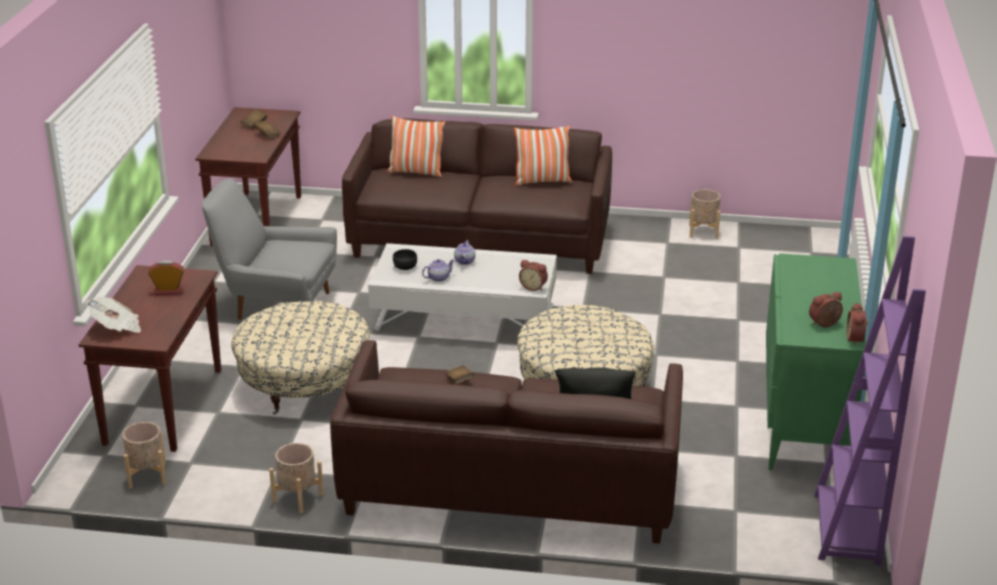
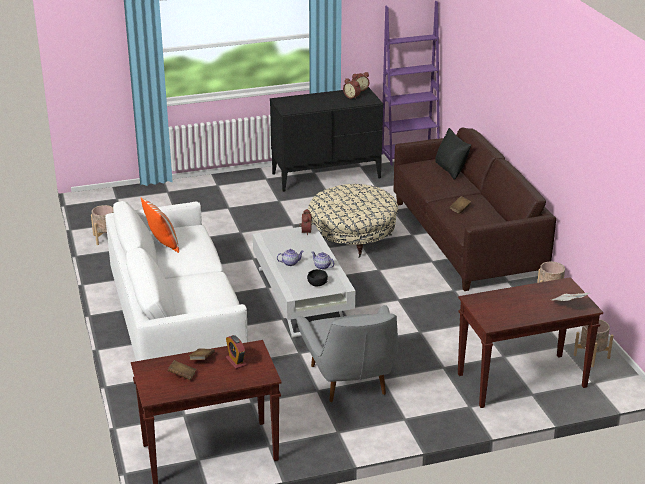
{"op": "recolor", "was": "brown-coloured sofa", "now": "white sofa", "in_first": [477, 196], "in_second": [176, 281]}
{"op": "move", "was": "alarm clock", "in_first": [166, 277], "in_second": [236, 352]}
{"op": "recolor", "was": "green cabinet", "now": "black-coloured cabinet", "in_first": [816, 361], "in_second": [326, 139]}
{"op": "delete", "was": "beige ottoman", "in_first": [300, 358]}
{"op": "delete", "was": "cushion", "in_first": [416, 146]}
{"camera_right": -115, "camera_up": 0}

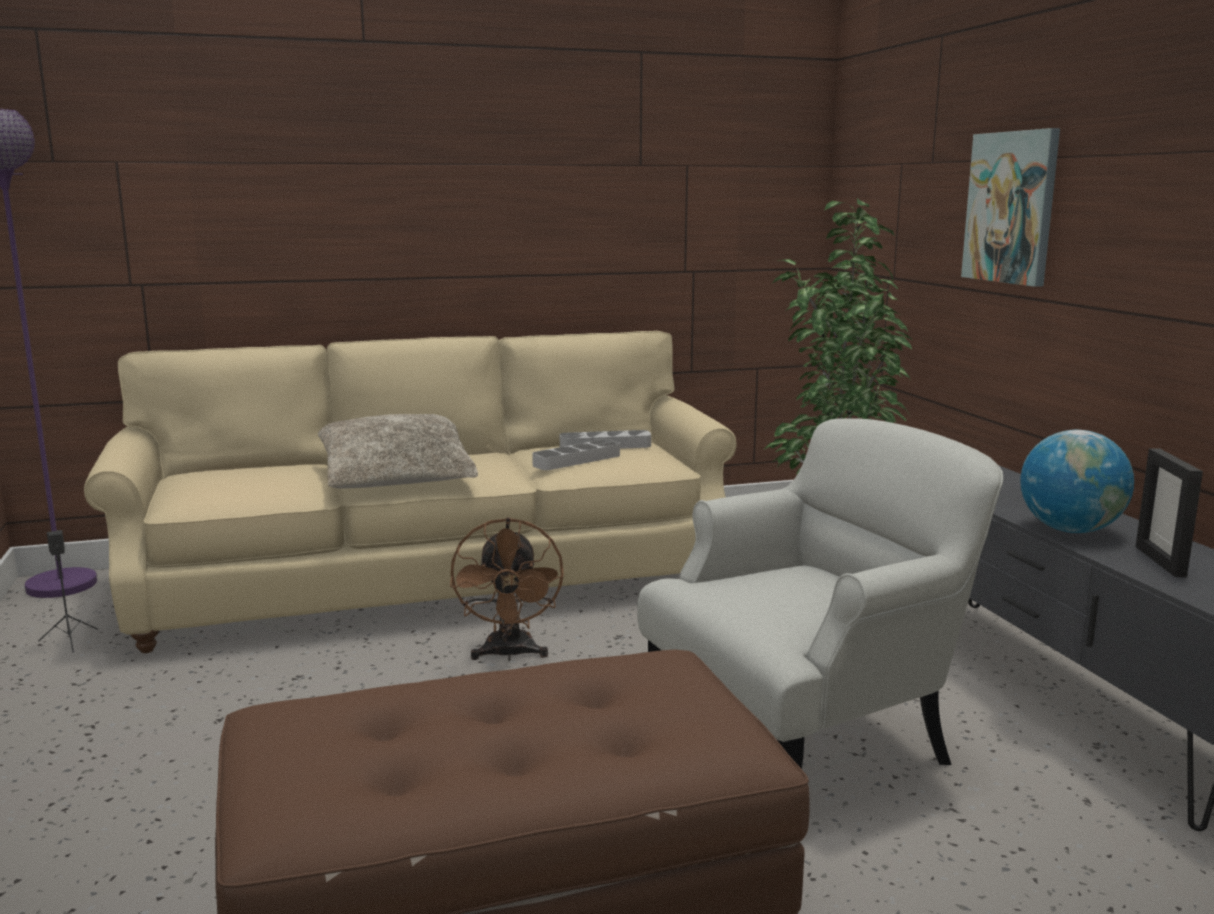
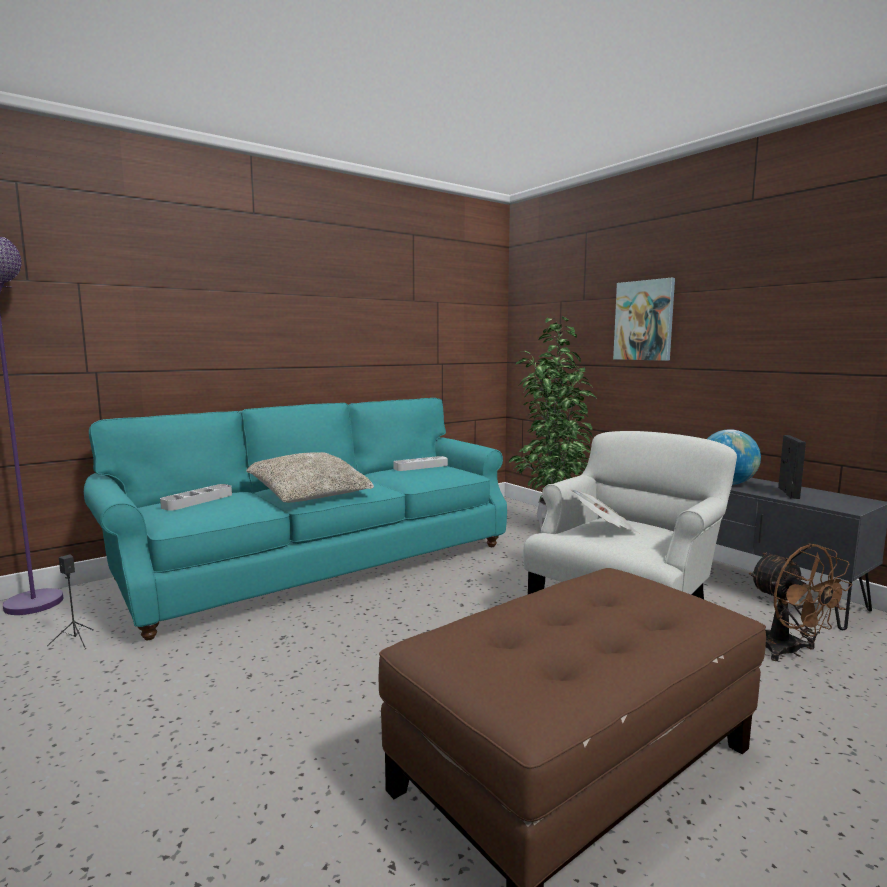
{"op": "recolor", "was": "beige sofa", "now": "turquoise sofa", "in_first": [410, 492], "in_second": [295, 519]}
{"op": "move", "was": "grey tray", "in_first": [576, 454], "in_second": [196, 497]}
{"op": "insert", "now": "newspaper", "in_second": [604, 511]}
{"op": "move", "was": "brown-coloured fan", "in_first": [507, 589], "in_second": [801, 602]}
{"op": "rotate", "was": "picture frame", "in_first": [1169, 512], "in_second": [792, 467], "clockwise": -150}
{"camera_right": -20, "camera_up": -5}

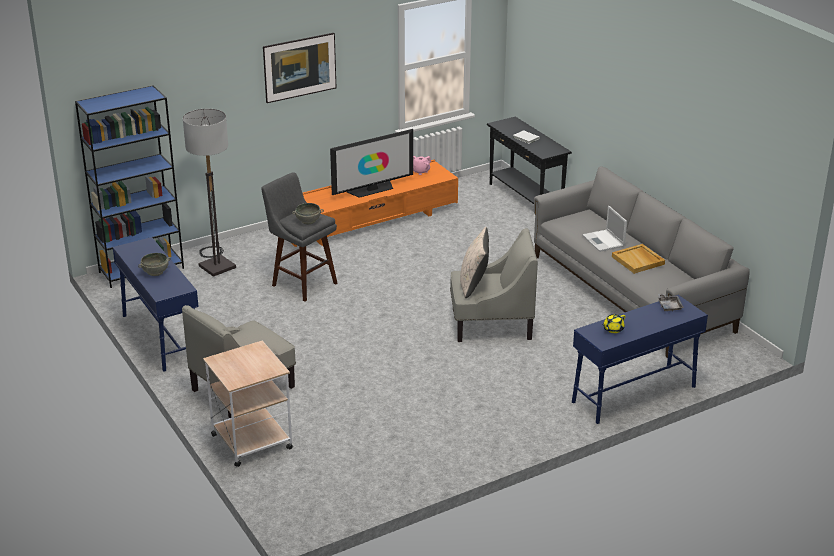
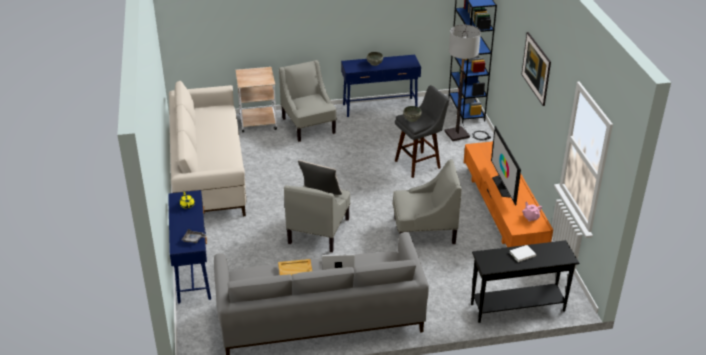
{"op": "insert", "now": "beige sofa", "in_second": [207, 148]}
{"op": "insert", "now": "grey easy chair", "in_second": [427, 201]}
{"camera_right": 110, "camera_up": 5}

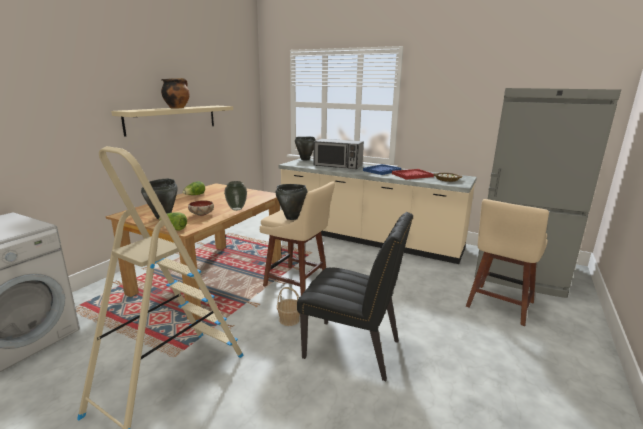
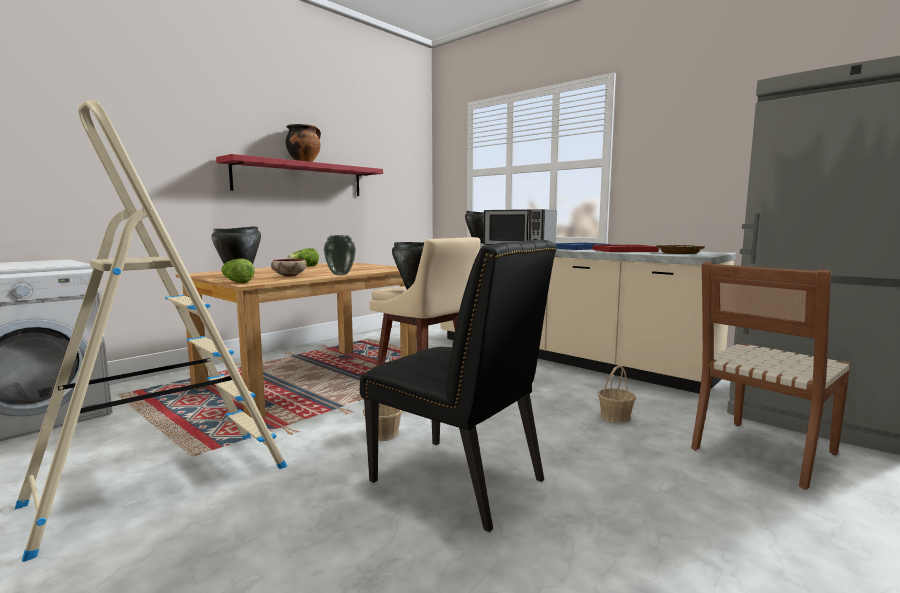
{"op": "recolor", "was": "beige bracket shelf", "now": "reddish bracket shelf", "in_first": [172, 121], "in_second": [299, 175]}
{"op": "insert", "now": "basket", "in_second": [617, 394]}
{"op": "replace", "was": "beige sitting stool", "now": "plain chair", "in_first": [507, 262], "in_second": [771, 376]}
{"camera_right": 15, "camera_up": -10}

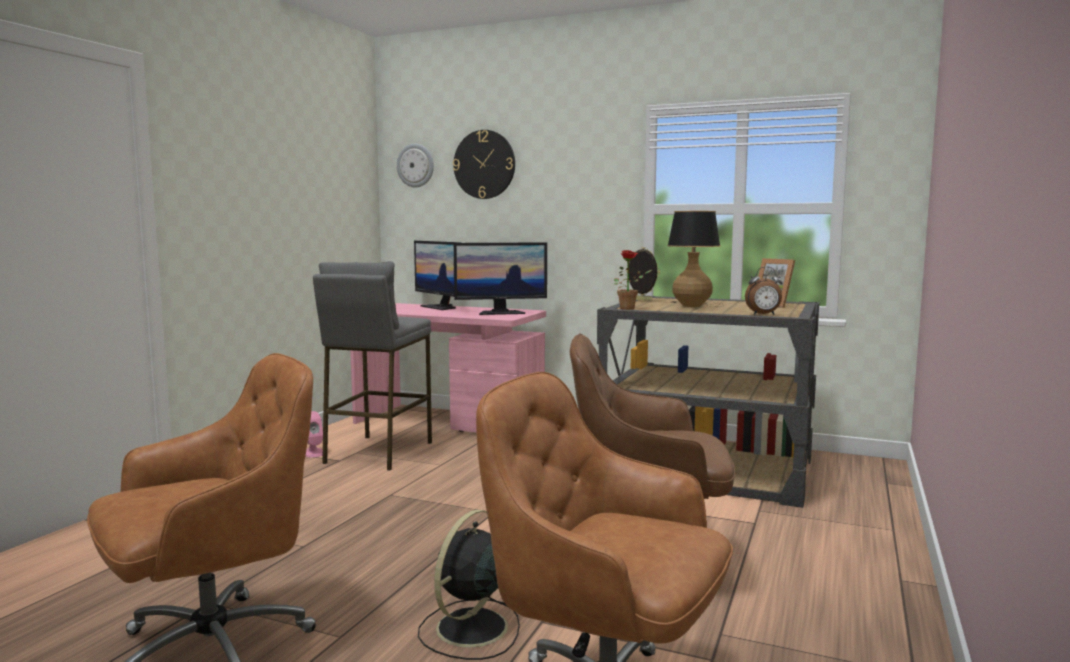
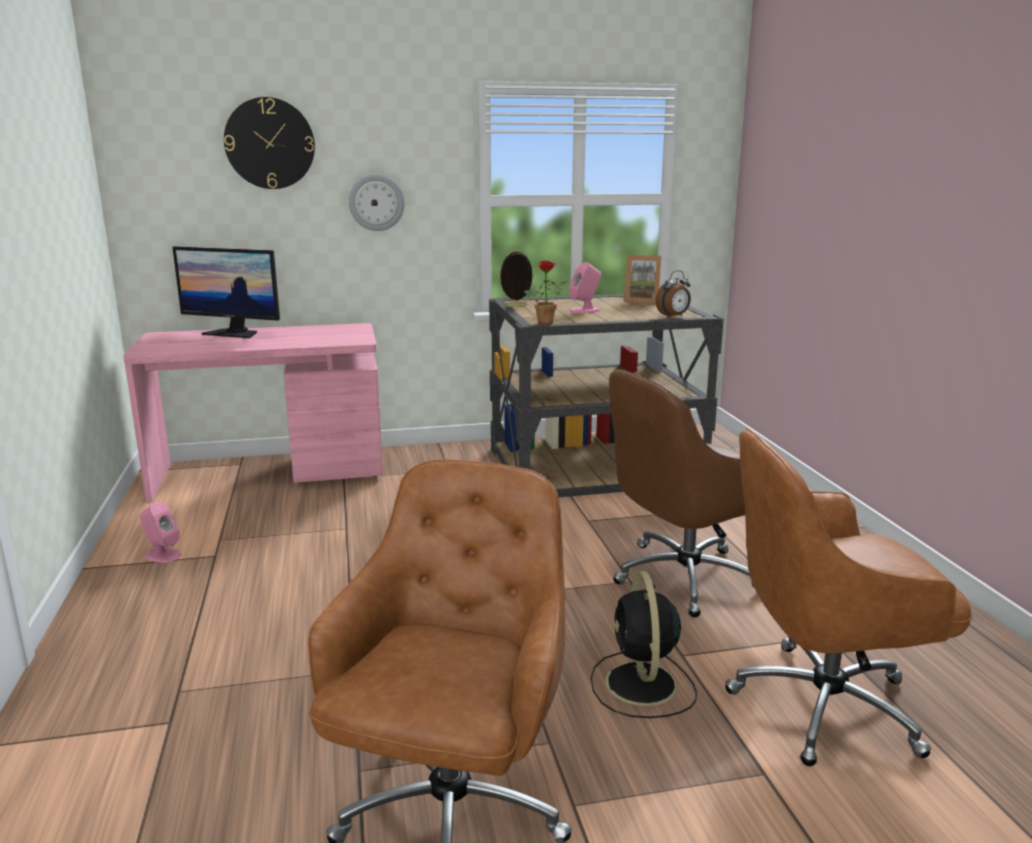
{"op": "move", "was": "hanging clock", "in_first": [415, 166], "in_second": [376, 202]}
{"op": "replace", "was": "tabletop lamp", "now": "pinkish speaker", "in_first": [694, 259], "in_second": [585, 287]}
{"op": "delete", "was": "grey sitting stool", "in_first": [372, 365]}
{"op": "delete", "was": "computer screen", "in_first": [500, 278]}
{"camera_right": -35, "camera_up": 10}

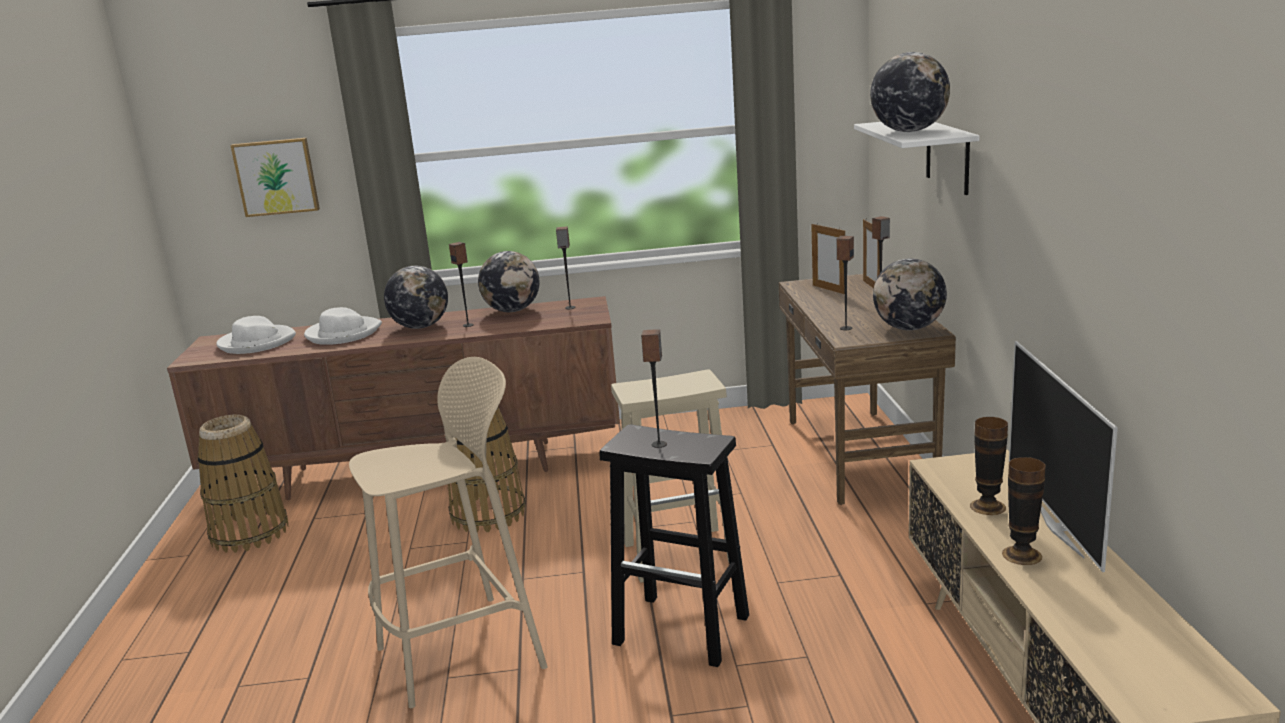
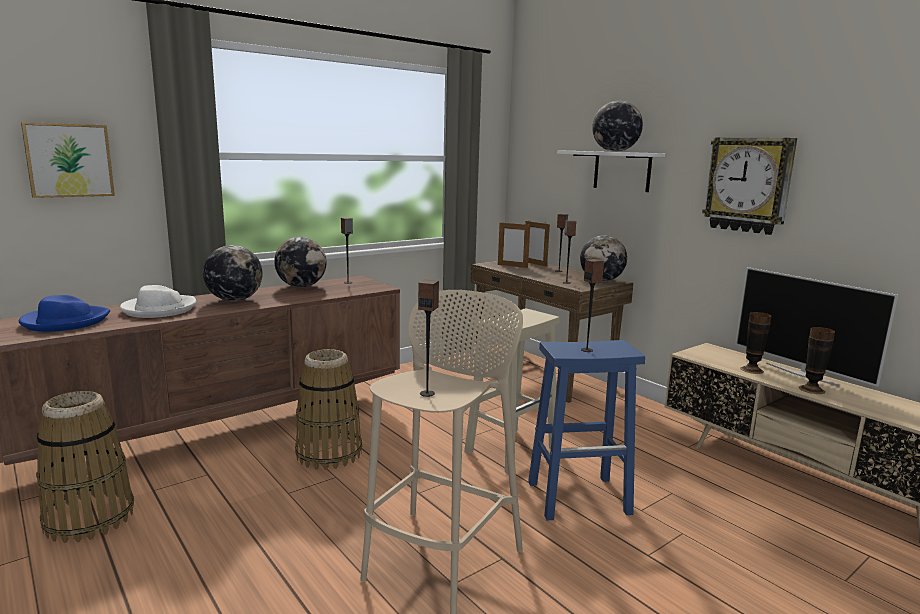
{"op": "recolor", "was": "white wearable hat", "now": "blue wearable hat", "in_first": [256, 335], "in_second": [64, 313]}
{"op": "move", "was": "speaker", "in_first": [461, 284], "in_second": [428, 338]}
{"op": "recolor", "was": "black-coloured sitting stool", "now": "blue sitting stool", "in_first": [674, 545], "in_second": [586, 430]}
{"op": "insert", "now": "hanging clock", "in_second": [749, 186]}
{"camera_right": -35, "camera_up": -5}

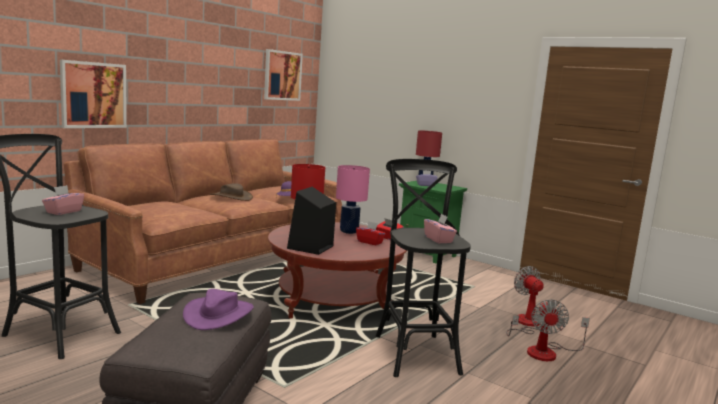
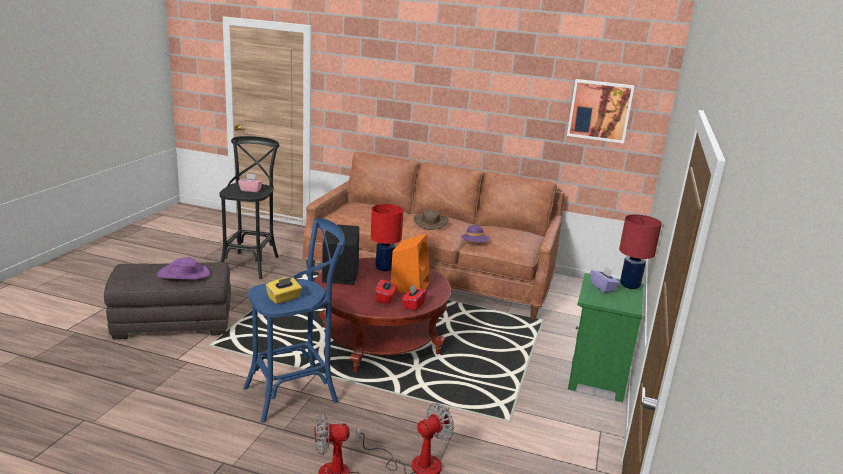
{"op": "recolor", "was": "black-coloured sitting stool", "now": "blue sitting stool", "in_first": [423, 268], "in_second": [294, 320]}
{"op": "recolor", "was": "pinkish tissue holder", "now": "yellow-coloured tissue holder", "in_first": [440, 228], "in_second": [284, 290]}
{"op": "replace", "was": "pinkish tabletop lamp", "now": "orangey speaker", "in_first": [353, 199], "in_second": [410, 263]}
{"op": "delete", "was": "wall art", "in_first": [93, 94]}
{"camera_right": 70, "camera_up": 10}

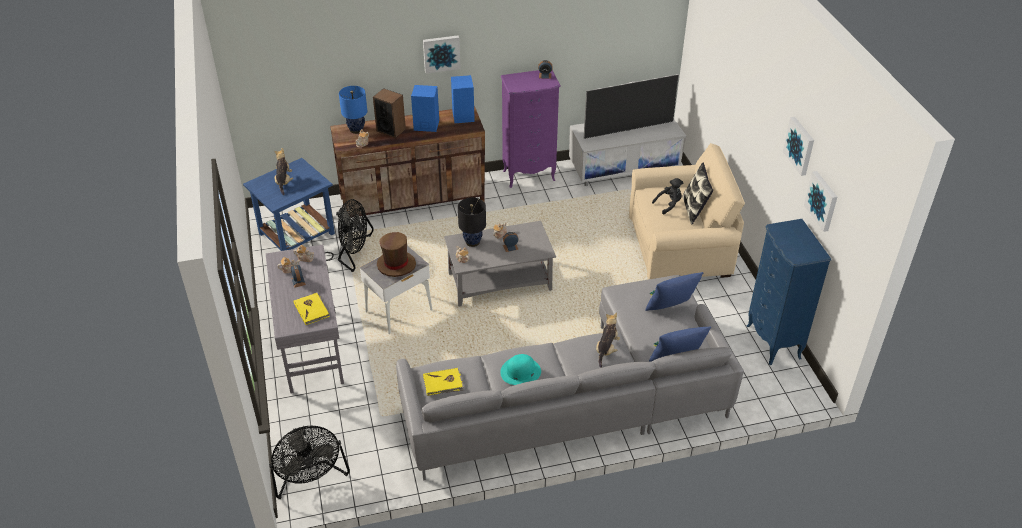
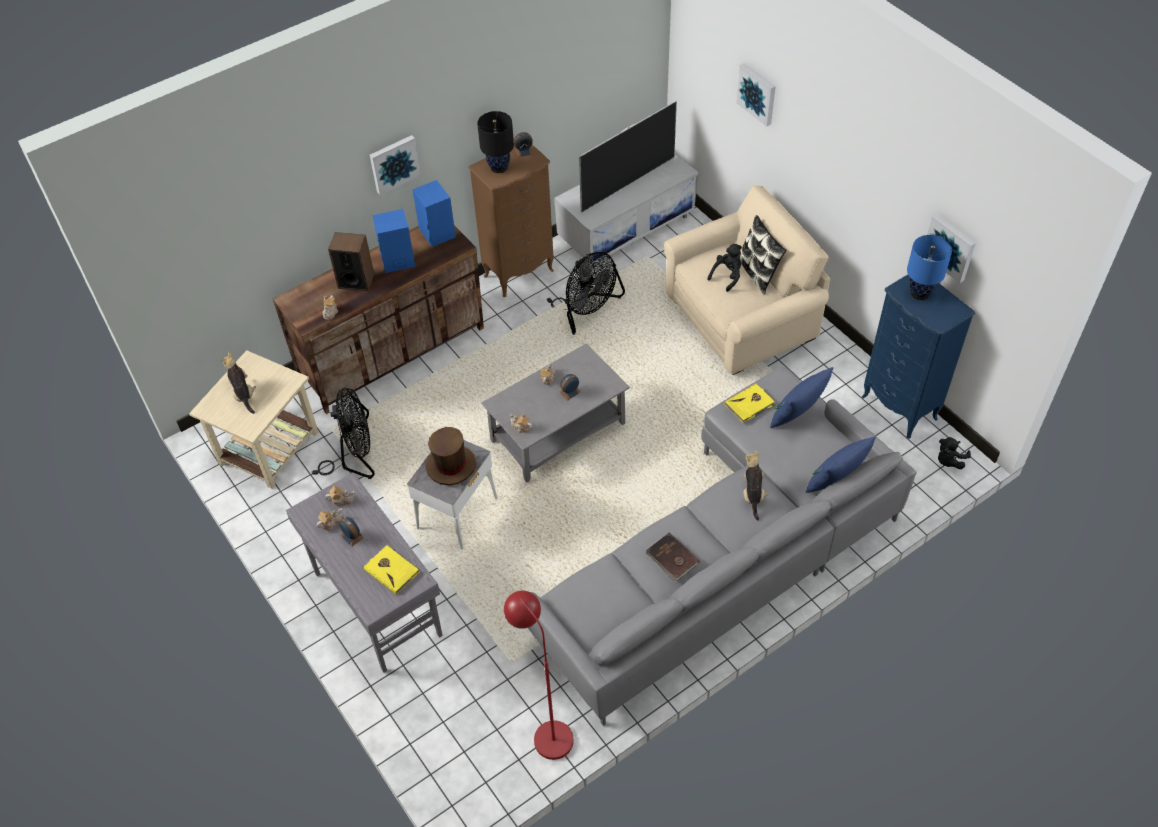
{"op": "recolor", "was": "blue accent table", "now": "beige accent table", "in_first": [289, 204], "in_second": [253, 419]}
{"op": "recolor", "was": "purple-coloured chest of drawers", "now": "brown-coloured chest of drawers", "in_first": [531, 129], "in_second": [511, 221]}
{"op": "move", "was": "black-coloured tabletop lamp", "in_first": [472, 222], "in_second": [495, 142]}
{"op": "insert", "now": "reddish standing lamp", "in_second": [539, 675]}
{"op": "move", "was": "black-coloured fan", "in_first": [309, 462], "in_second": [586, 293]}
{"op": "replace", "was": "turquoise wearable hat", "now": "brown-coloured bound book", "in_first": [520, 369], "in_second": [673, 557]}
{"op": "move", "was": "yellow-coloured bound book", "in_first": [443, 382], "in_second": [750, 403]}
{"op": "move", "was": "wall art", "in_first": [798, 146], "in_second": [756, 95]}
{"op": "move", "was": "blue tabletop lamp", "in_first": [353, 110], "in_second": [929, 267]}
{"op": "insert", "now": "black-coloured plush toy", "in_second": [954, 453]}
{"camera_right": -20, "camera_up": 10}

